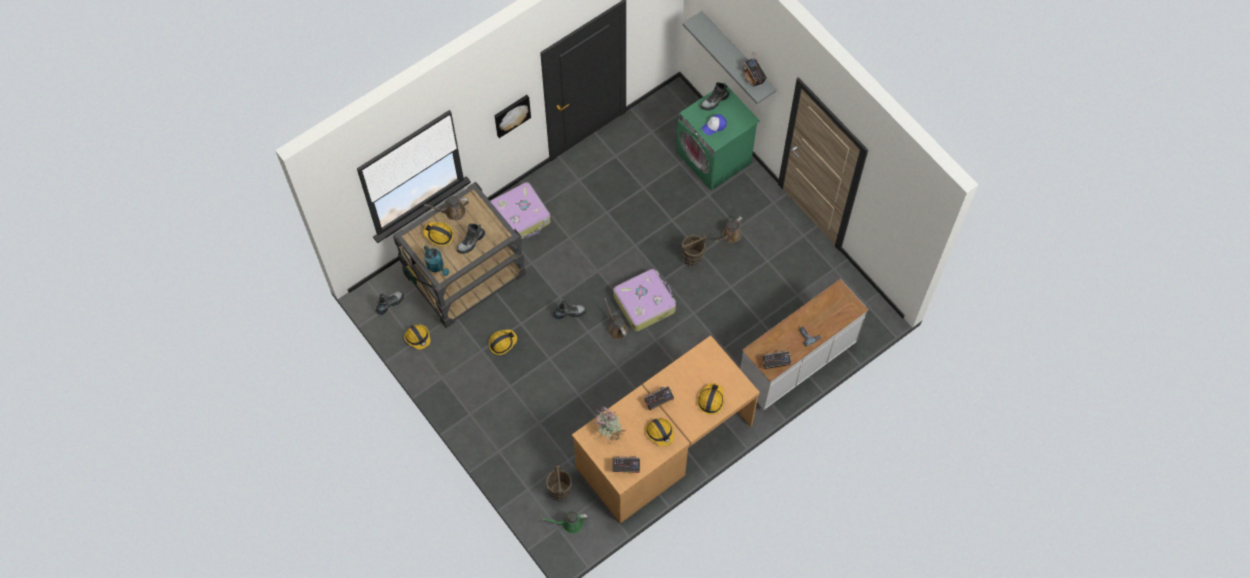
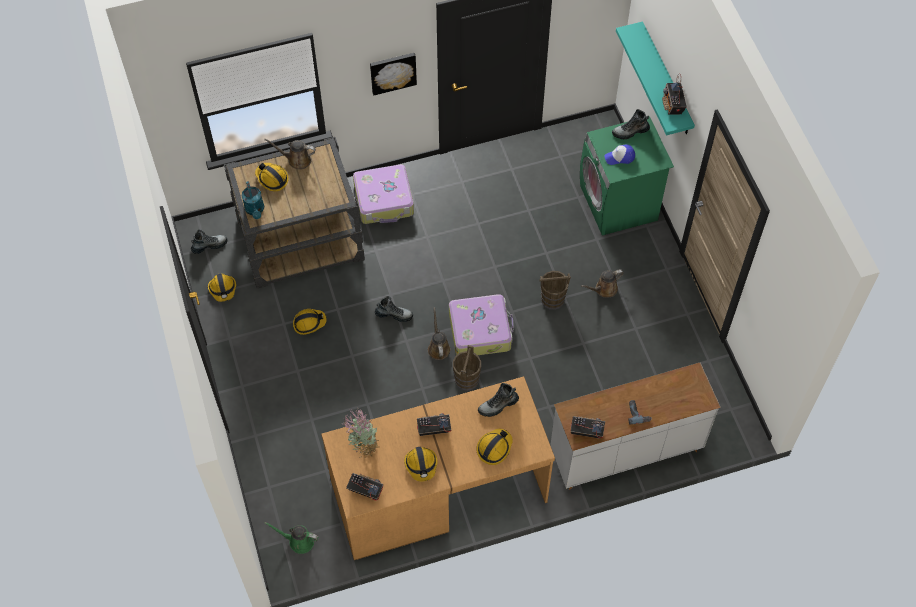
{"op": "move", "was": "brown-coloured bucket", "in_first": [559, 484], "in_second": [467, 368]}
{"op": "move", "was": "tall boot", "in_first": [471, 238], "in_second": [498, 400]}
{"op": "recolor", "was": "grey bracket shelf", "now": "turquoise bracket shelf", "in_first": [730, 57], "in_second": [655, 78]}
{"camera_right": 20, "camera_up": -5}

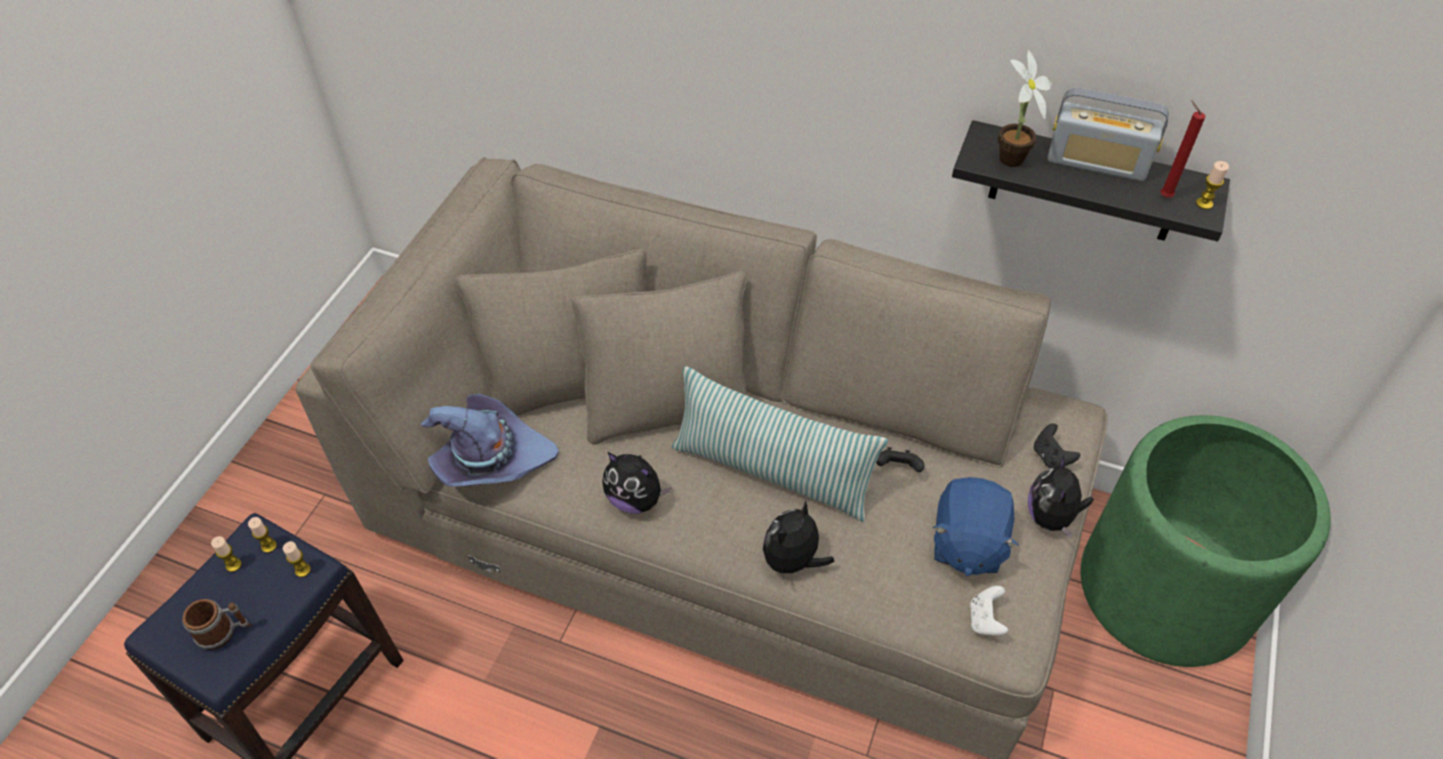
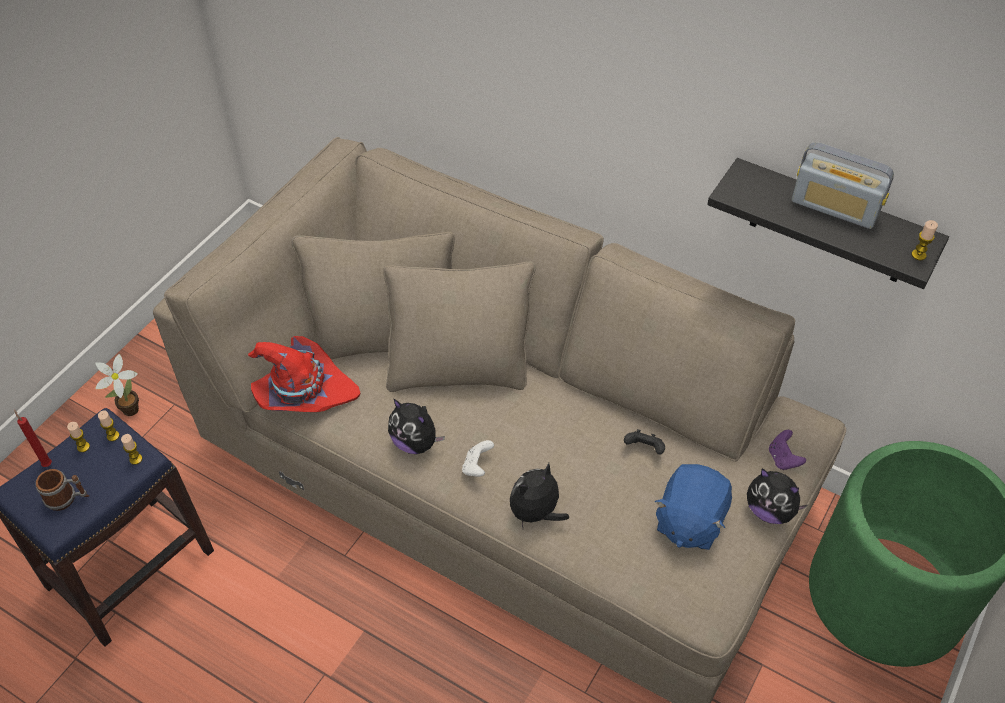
{"op": "move", "was": "reddish wax candle", "in_first": [1183, 148], "in_second": [33, 438]}
{"op": "move", "was": "houseplant", "in_first": [1025, 108], "in_second": [117, 385]}
{"op": "recolor", "was": "purple-coloured wearable hat", "now": "reddish wearable hat", "in_first": [490, 440], "in_second": [304, 374]}
{"op": "move", "was": "white joypad", "in_first": [989, 611], "in_second": [478, 458]}
{"op": "rotate", "was": "plush toy", "in_first": [1061, 497], "in_second": [777, 496], "clockwise": -75}
{"op": "recolor", "was": "black-coloured joypad", "now": "purple-coloured joypad", "in_first": [1057, 445], "in_second": [787, 450]}
{"op": "delete", "was": "cushion", "in_first": [780, 444]}
{"camera_right": 10, "camera_up": 0}

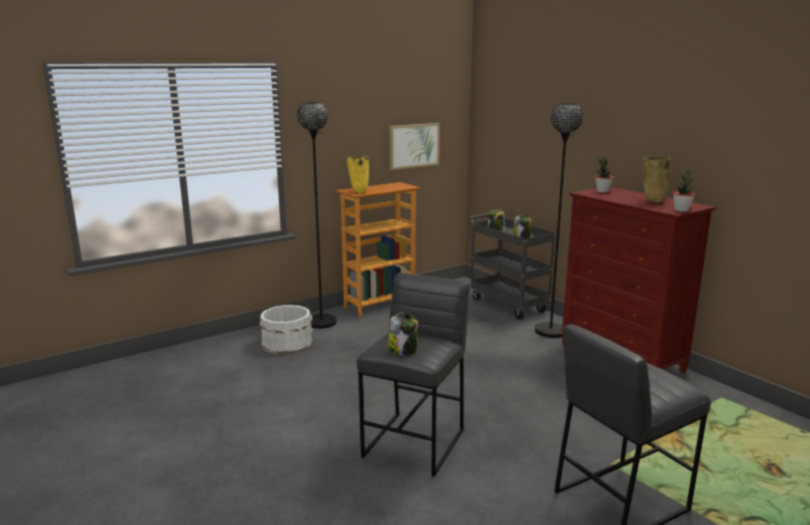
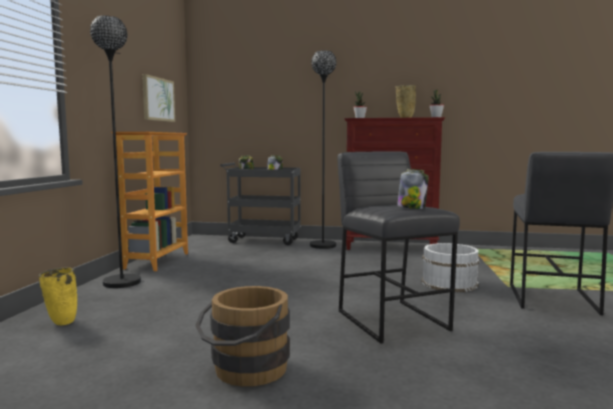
{"op": "move", "was": "yellow-coloured decorative vase", "in_first": [358, 174], "in_second": [58, 296]}
{"op": "insert", "now": "brown-coloured bucket", "in_second": [242, 336]}
{"op": "move", "was": "white bucket", "in_first": [286, 329], "in_second": [450, 267]}
{"camera_right": -45, "camera_up": -10}

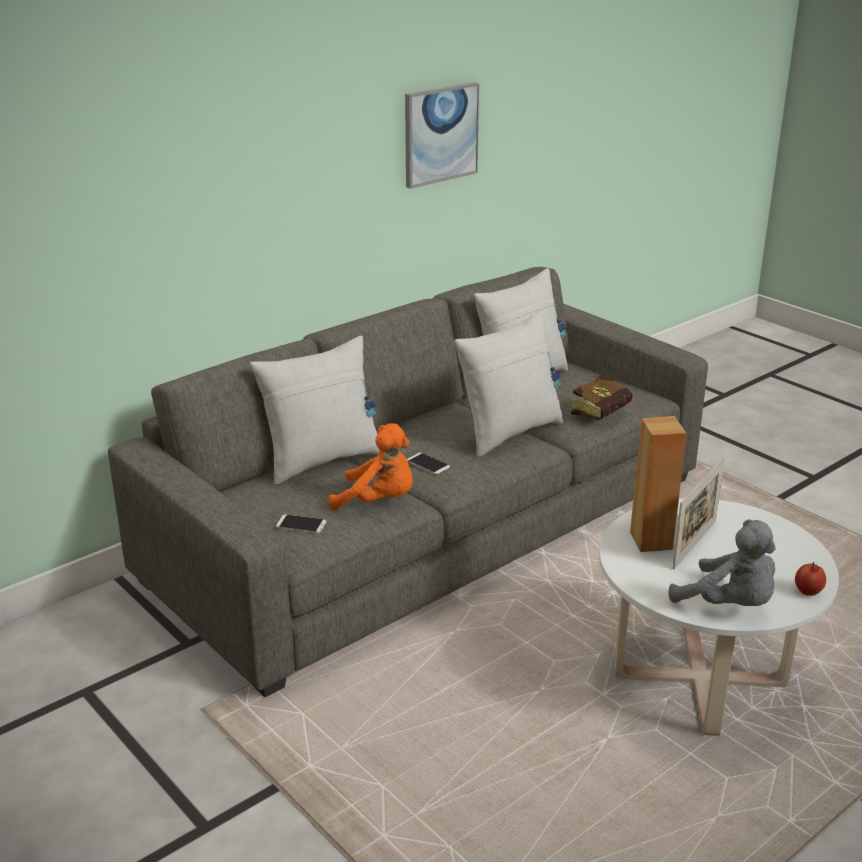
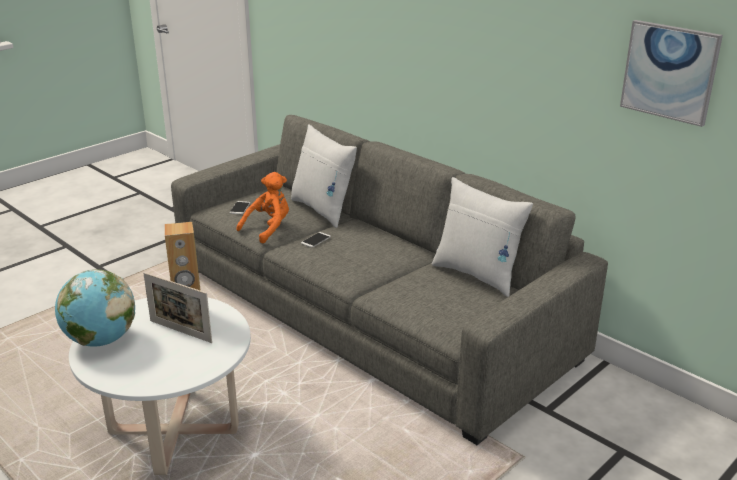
{"op": "replace", "was": "grey plush toy", "now": "desk globe", "in_first": [722, 563], "in_second": [95, 308]}
{"op": "rotate", "was": "orangey plush toy", "in_first": [370, 467], "in_second": [262, 208], "clockwise": -150}
{"op": "move", "was": "wall art", "in_first": [442, 135], "in_second": [671, 73]}
{"op": "delete", "was": "grey cushion", "in_first": [508, 383]}
{"op": "delete", "was": "bound book", "in_first": [602, 397]}
{"op": "delete", "was": "apple", "in_first": [810, 579]}
{"camera_right": 85, "camera_up": 0}

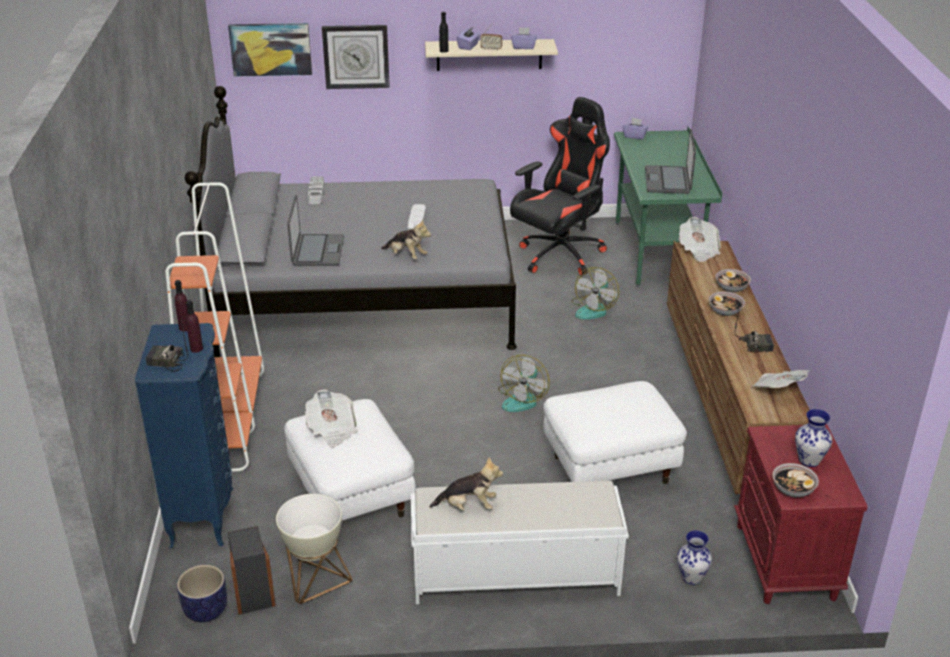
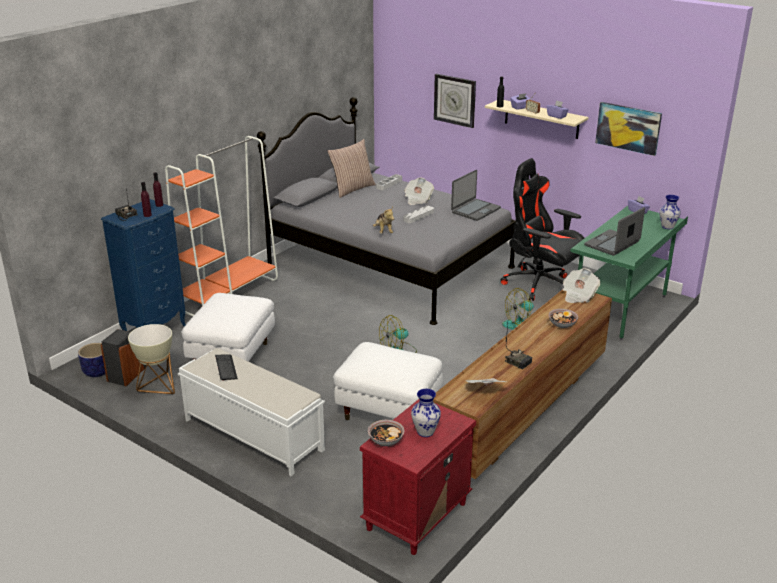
{"op": "replace", "was": "plush toy", "now": "computer keyboard", "in_first": [466, 483], "in_second": [226, 367]}
{"op": "insert", "now": "cushion", "in_second": [351, 168]}
{"op": "move", "was": "newspaper", "in_first": [331, 418], "in_second": [419, 191]}
{"op": "move", "was": "laptop", "in_first": [315, 230], "in_second": [476, 195]}
{"op": "rotate", "was": "black-coloured desk chair", "in_first": [560, 186], "in_second": [542, 229], "clockwise": -135}
{"op": "move", "was": "wall art", "in_first": [270, 50], "in_second": [628, 129]}
{"op": "move", "was": "decorative vase", "in_first": [694, 557], "in_second": [670, 212]}
{"op": "delete", "was": "bowl", "in_first": [727, 303]}
{"camera_right": 40, "camera_up": -5}

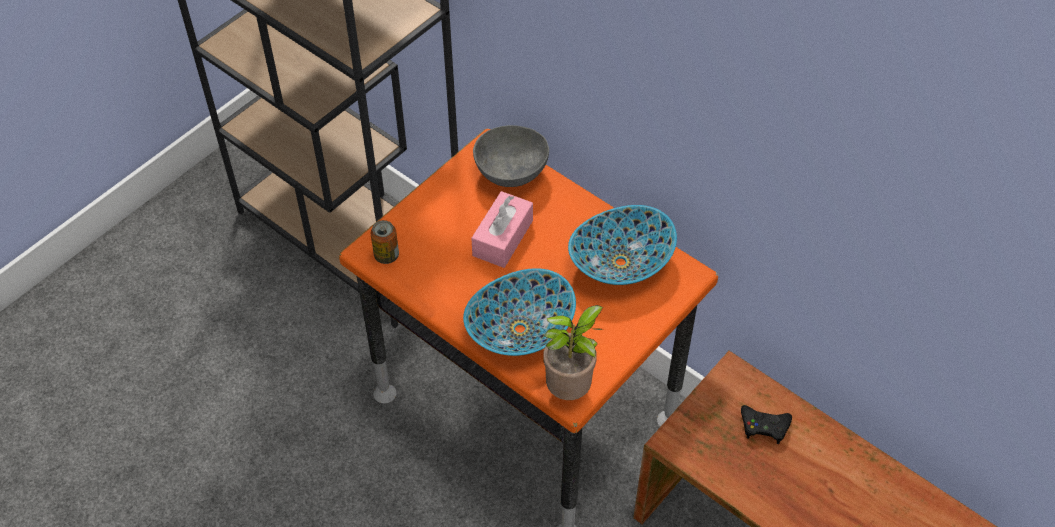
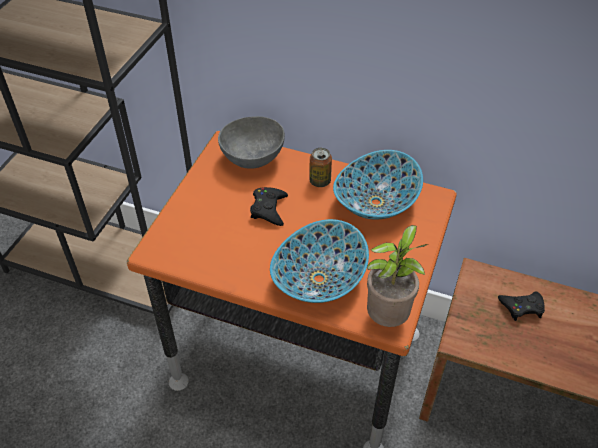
{"op": "replace", "was": "pinkish tissue holder", "now": "black-coloured joypad", "in_first": [502, 229], "in_second": [269, 206]}
{"op": "move", "was": "can", "in_first": [384, 242], "in_second": [320, 167]}
{"camera_right": -20, "camera_up": -5}

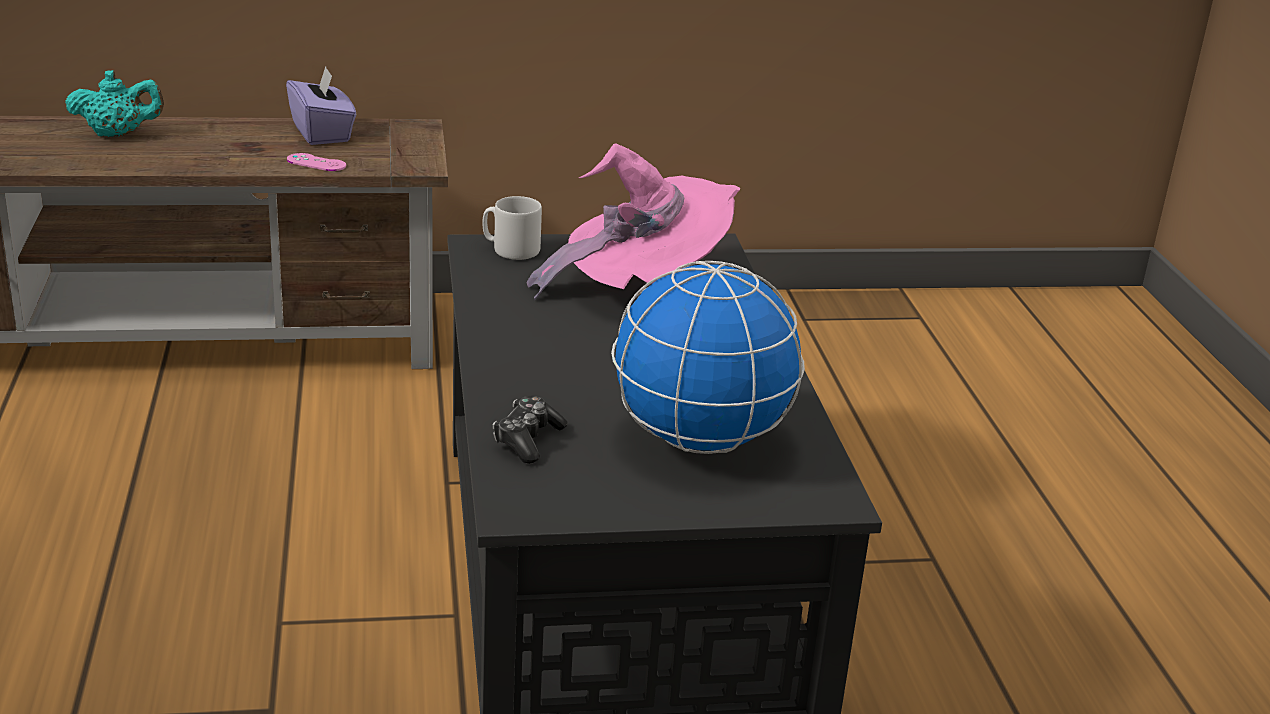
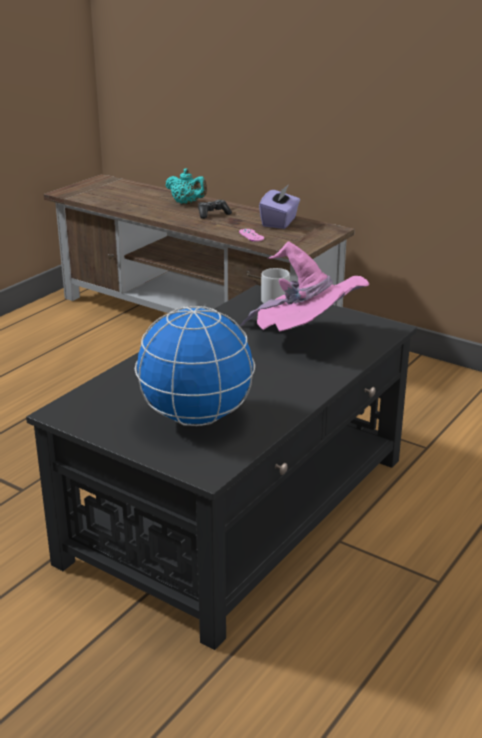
{"op": "move", "was": "joypad", "in_first": [530, 430], "in_second": [215, 209]}
{"camera_right": 45, "camera_up": 0}

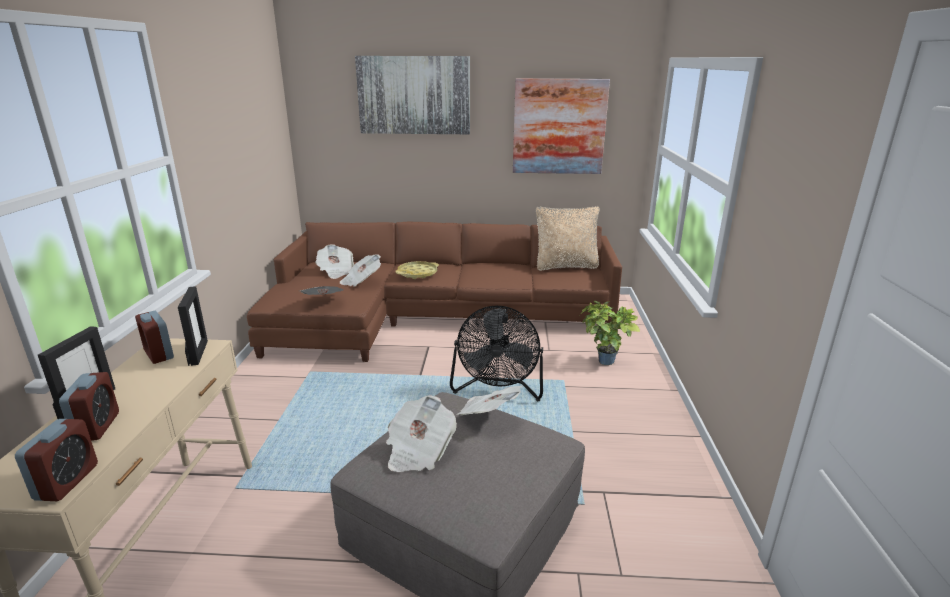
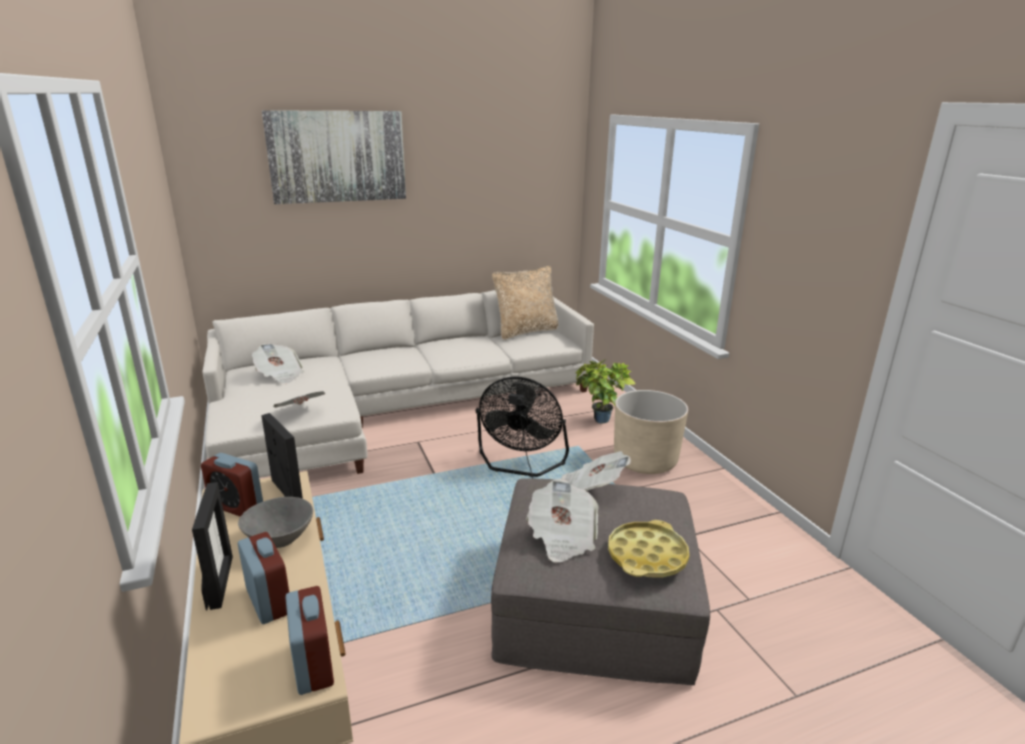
{"op": "recolor", "was": "brown-coloured sofa", "now": "white sofa", "in_first": [434, 292], "in_second": [398, 384]}
{"op": "insert", "now": "grey bowl", "in_second": [275, 522]}
{"op": "rotate", "was": "black-coloured fan", "in_first": [496, 354], "in_second": [522, 428], "clockwise": -150}
{"op": "move", "was": "yellow-coloured tray", "in_first": [417, 270], "in_second": [648, 549]}
{"op": "insert", "now": "beige plant pot", "in_second": [651, 432]}
{"op": "delete", "was": "newspaper", "in_first": [360, 270]}
{"op": "delete", "was": "wall art", "in_first": [561, 126]}
{"camera_right": -25, "camera_up": 0}

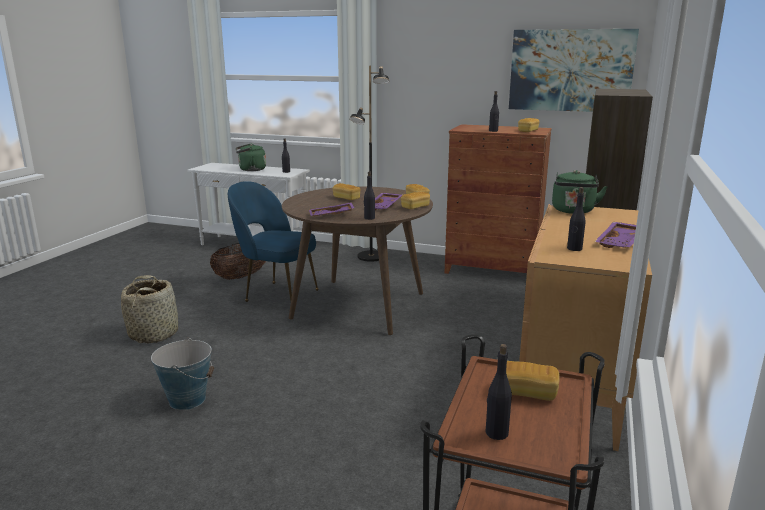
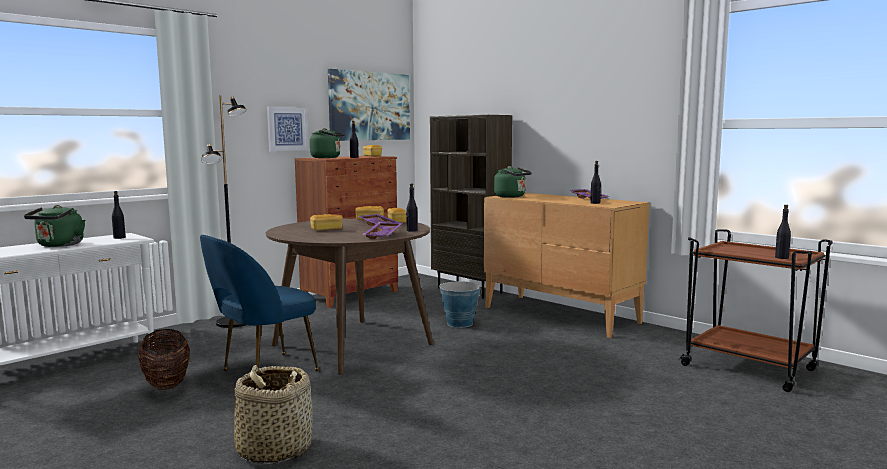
{"op": "insert", "now": "wall art", "in_second": [287, 129]}
{"op": "insert", "now": "green tea kettle", "in_second": [327, 143]}
{"op": "move", "was": "bucket", "in_first": [182, 374], "in_second": [460, 304]}
{"op": "delete", "was": "bakery bread", "in_first": [533, 381]}
{"camera_right": -65, "camera_up": -10}

